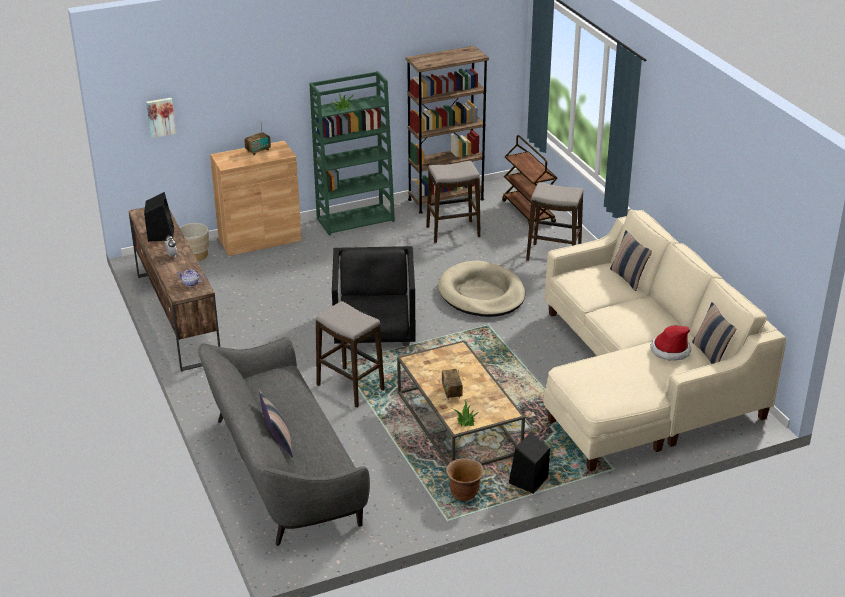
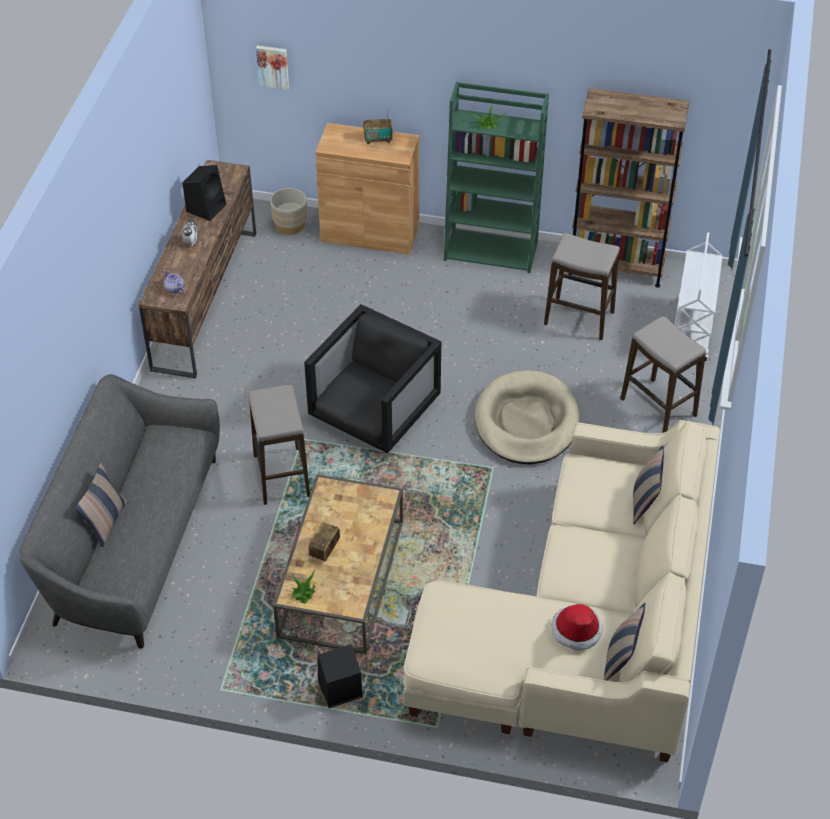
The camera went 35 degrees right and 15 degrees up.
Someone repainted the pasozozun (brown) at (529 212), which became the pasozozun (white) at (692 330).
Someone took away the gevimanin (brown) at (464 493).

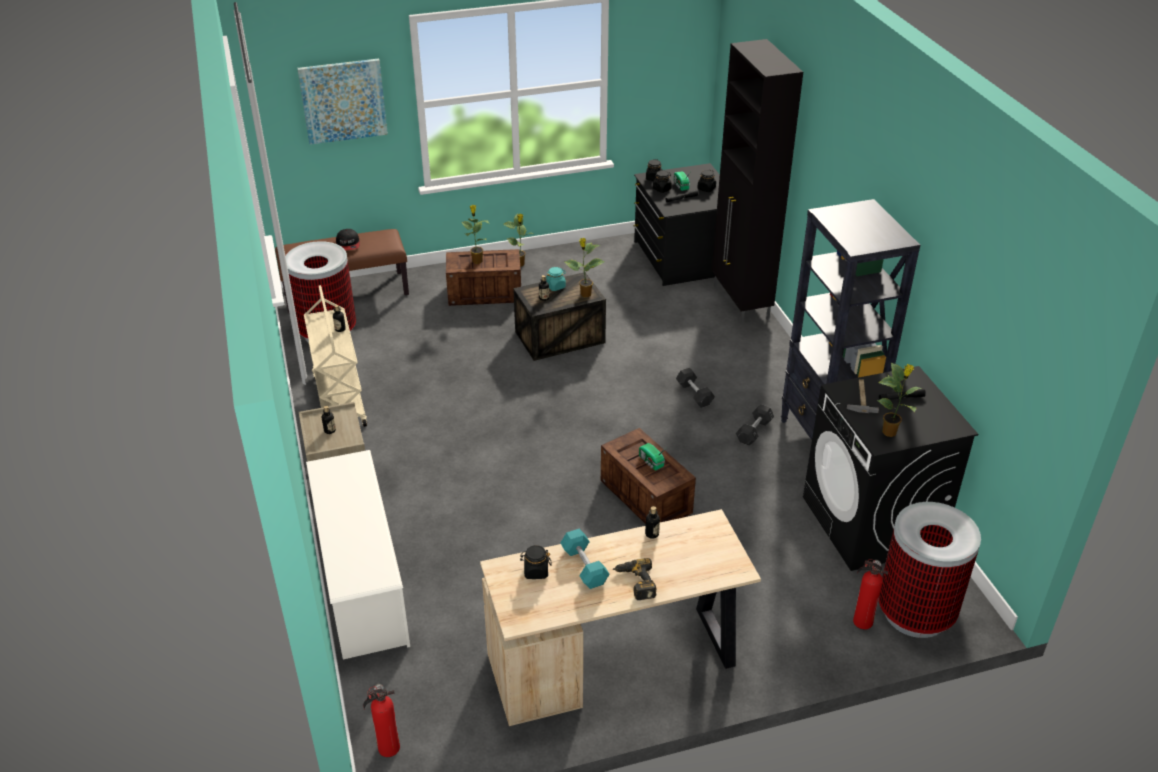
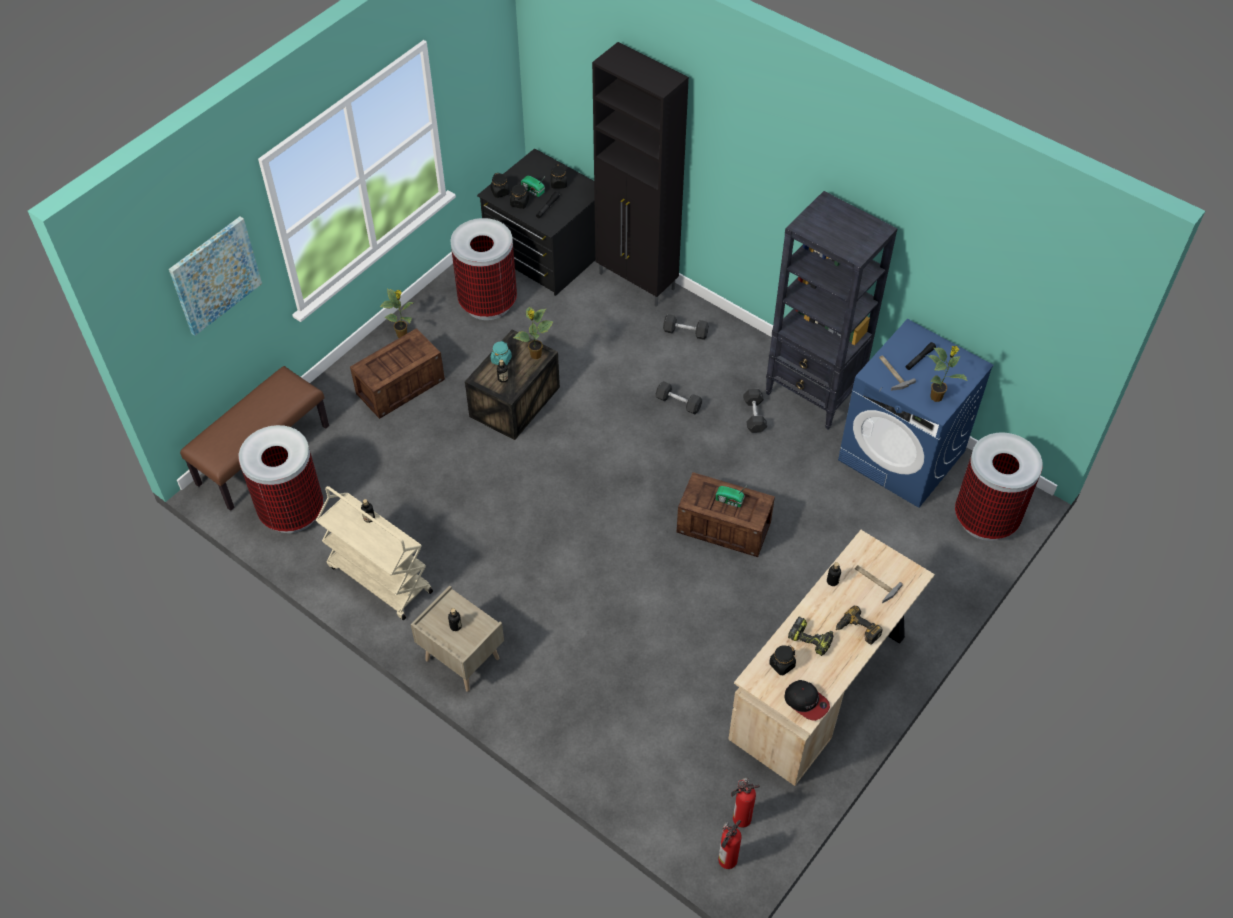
The camera went 35 degrees left and 15 degrees up.
Someone took away the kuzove at (477 261).
Someone carried the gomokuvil from (348 244) to (806 702).
Someone repainted the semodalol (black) at (872 523), which became the semodalol (blue) at (902 456).
Someone took away the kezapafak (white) at (362 583).
Someone swapped the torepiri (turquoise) at (584 566) for the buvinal at (811 639).
Someone carried the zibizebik from (861 621) to (740 818).
Someone put down the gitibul at (487 302).
Someone put down the torepiri (grey) at (685 332).
Someone put down the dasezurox at (874 582).

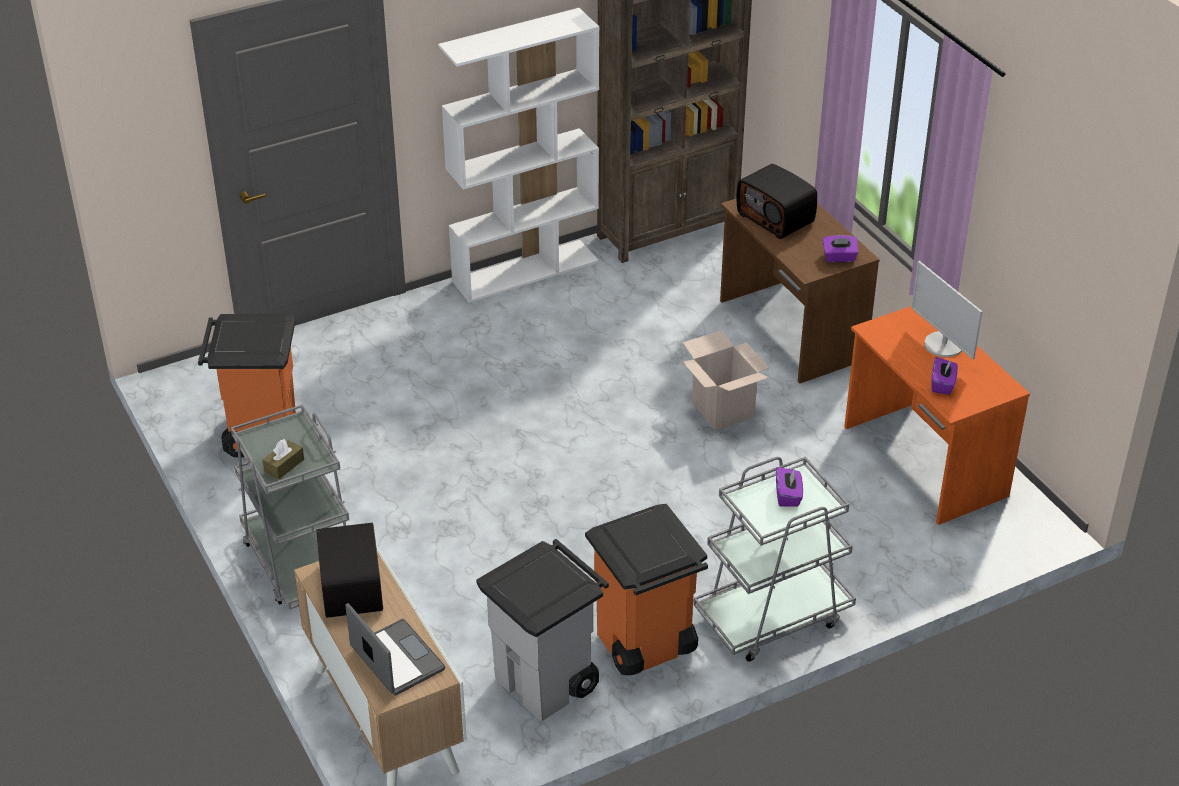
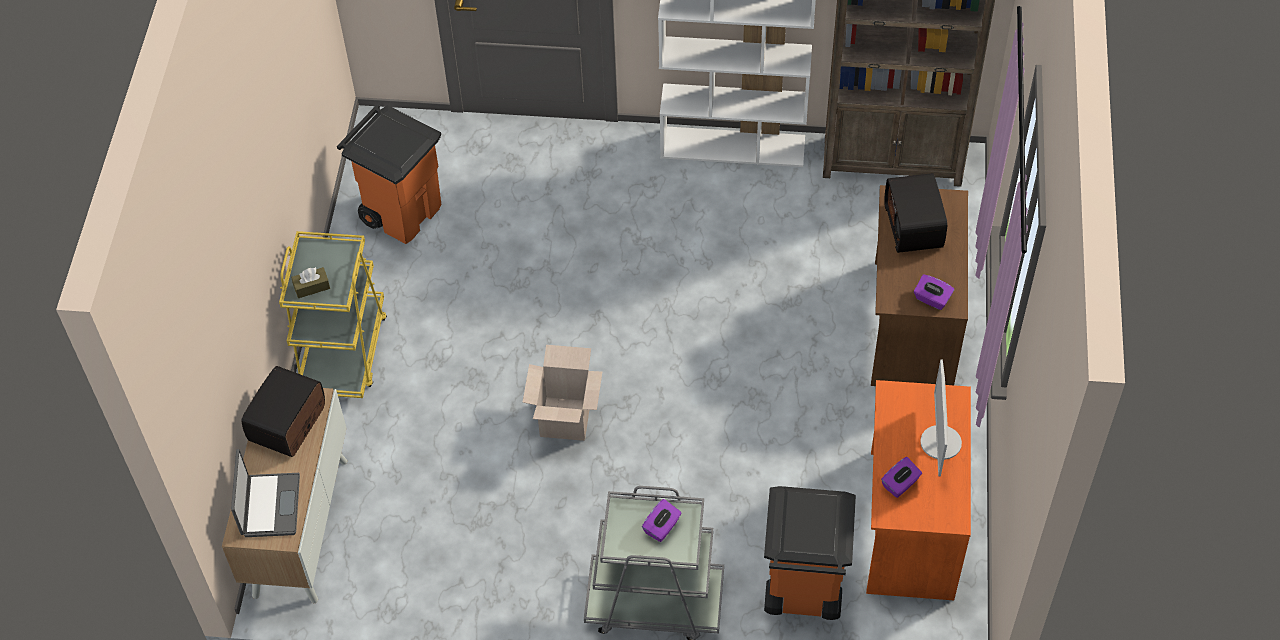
The camera went 35 degrees right and 15 degrees up.
Someone carried the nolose from (723 410) to (565 418).
Someone repainted the pasozozun (grey) at (300 563), which became the pasozozun (yellow) at (343 351).
Someone carried the gitibul (orange) from (644 646) to (802 590).
Someone took away the gitibul (grey) at (546 683).

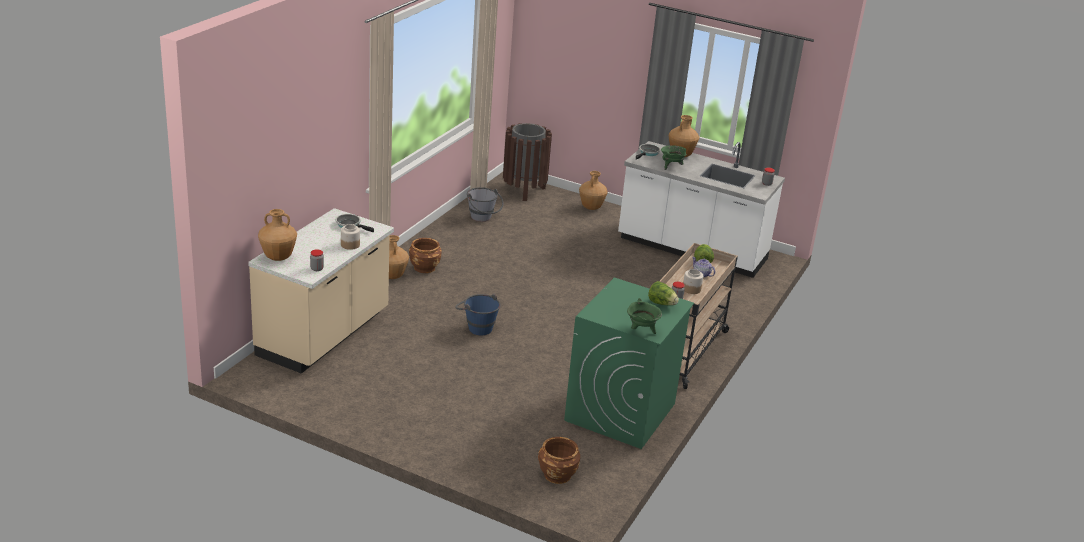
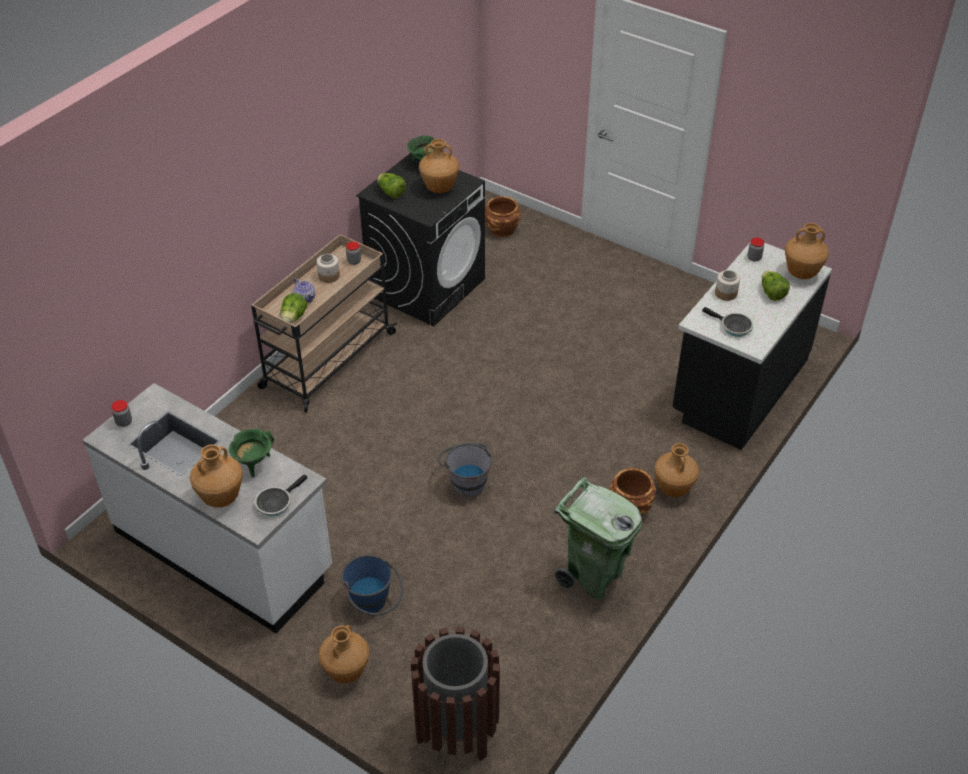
The camera went 170 degrees left and 15 degrees up.
Someone carried the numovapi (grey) from (483 219) to (465 481).
Someone repainted the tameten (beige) at (325 335), which became the tameten (black) at (738 387).
Someone repainted the semodalol (green) at (620 412), which became the semodalol (black) at (426 286).
Someone carried the numovapi (blue) from (476 326) to (373 605).
Someone put down the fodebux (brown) at (440 189).
Someone put down the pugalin at (771 293).
Someone put down the gitibul (green) at (593 576).

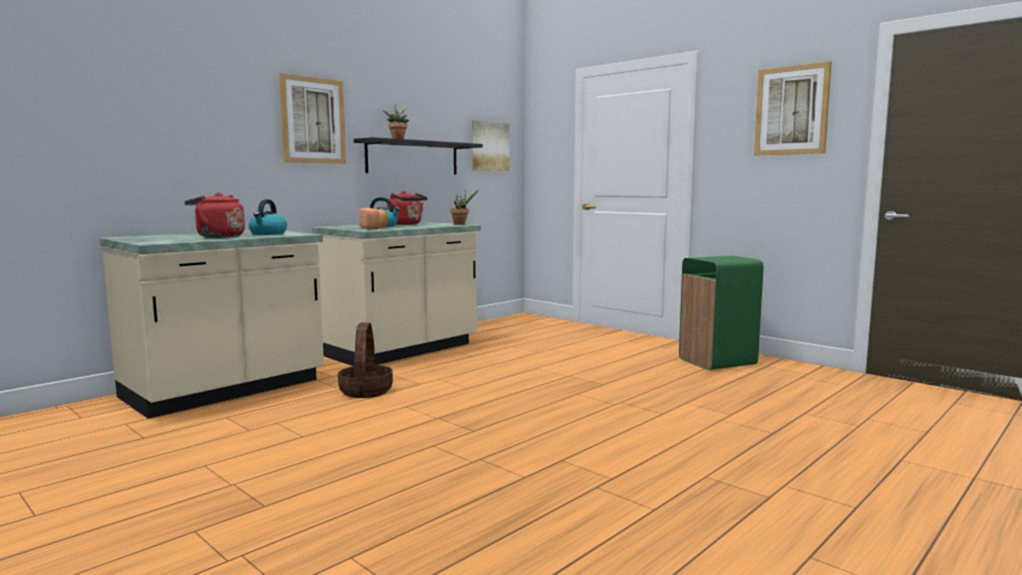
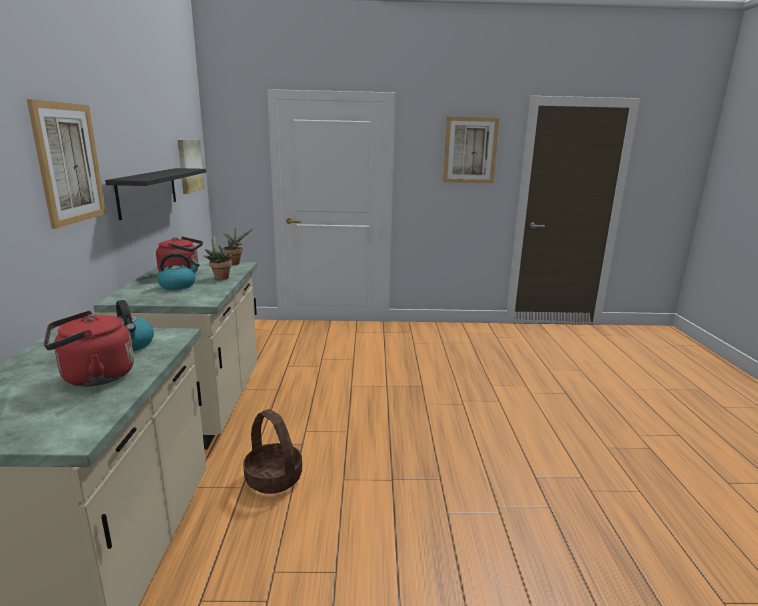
The camera went 45 degrees left and 10 degrees up.
Someone carried the kuzove from (398 139) to (220 277).
Someone took away the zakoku at (374 228).
Someone took away the gitibul (green) at (718 362).

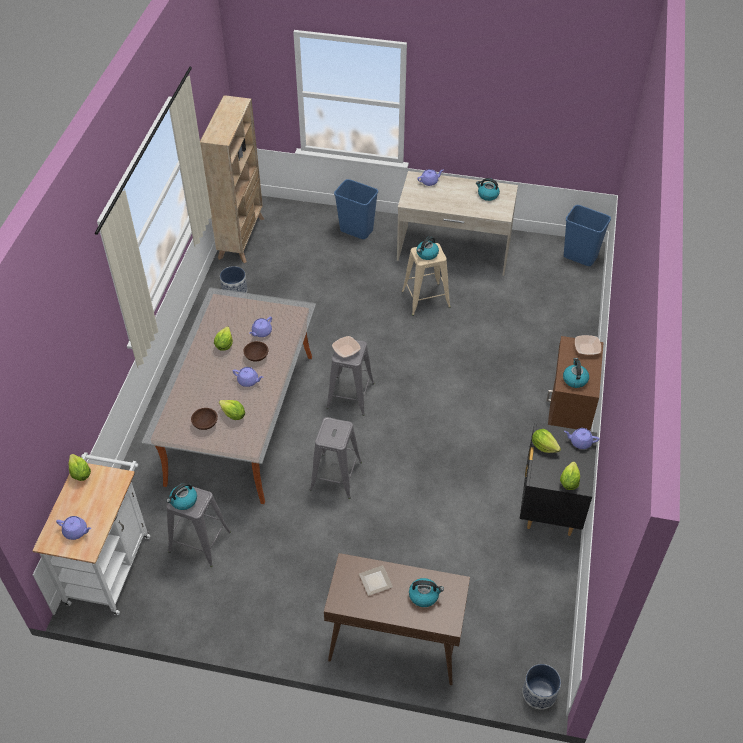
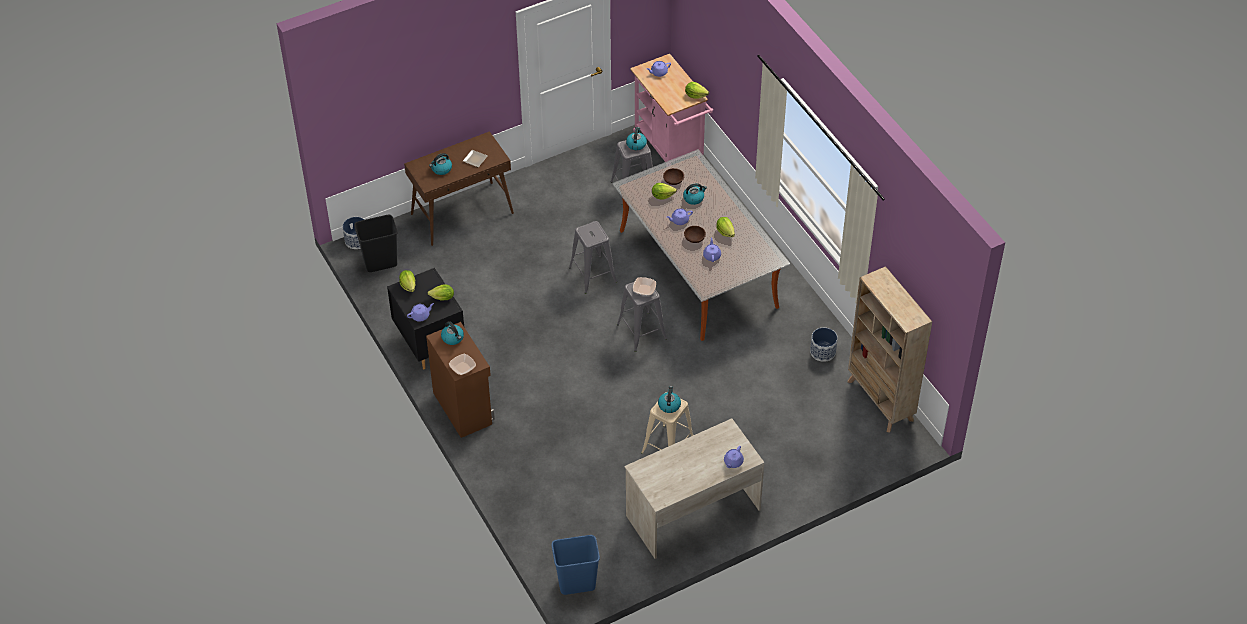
The camera went 140 degrees right and 0 degrees up.
Someone carried the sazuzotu from (487 195) to (694 198).
Someone took away the gitibul (blue) at (357 230).
Someone repainted the pasozozun (white) at (110 563), which became the pasozozun (pink) at (671 148).
Someone put down the gitibul (black) at (381 262).

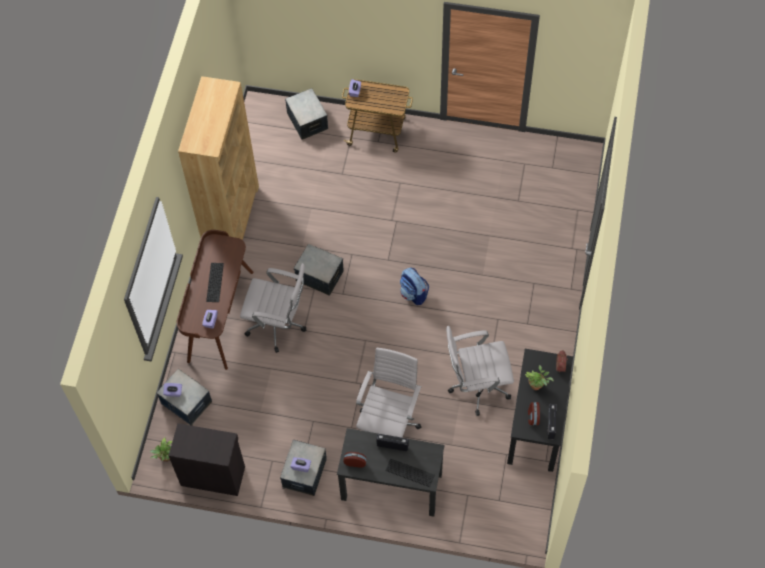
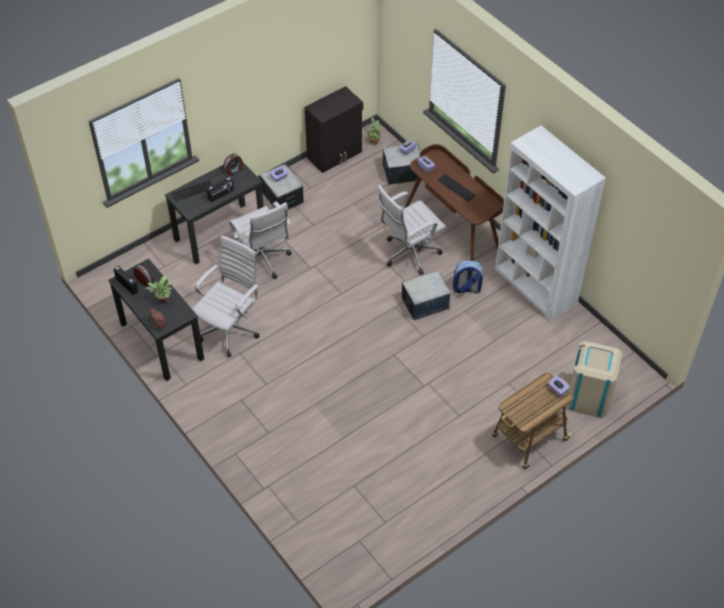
The camera went 130 degrees right and 10 degrees down.
Someone repainted the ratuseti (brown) at (231 217), which became the ratuseti (white) at (535 287).
Someone swapped the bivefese at (307 121) for the gitibul (beige) at (588 397).
Someone carried the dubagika from (414 294) to (466 289).

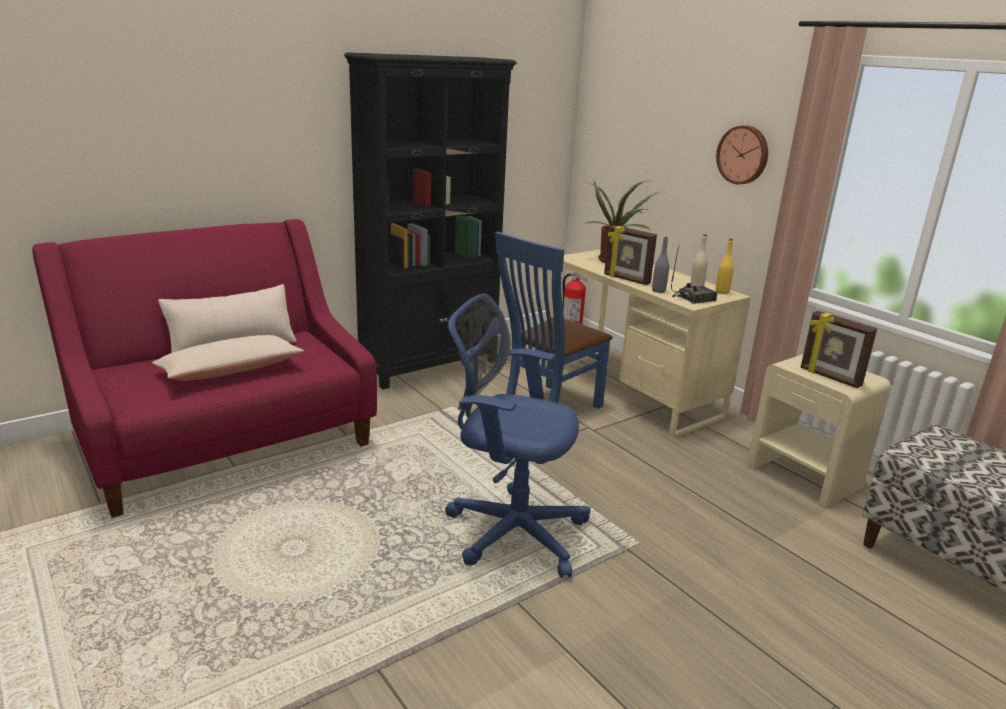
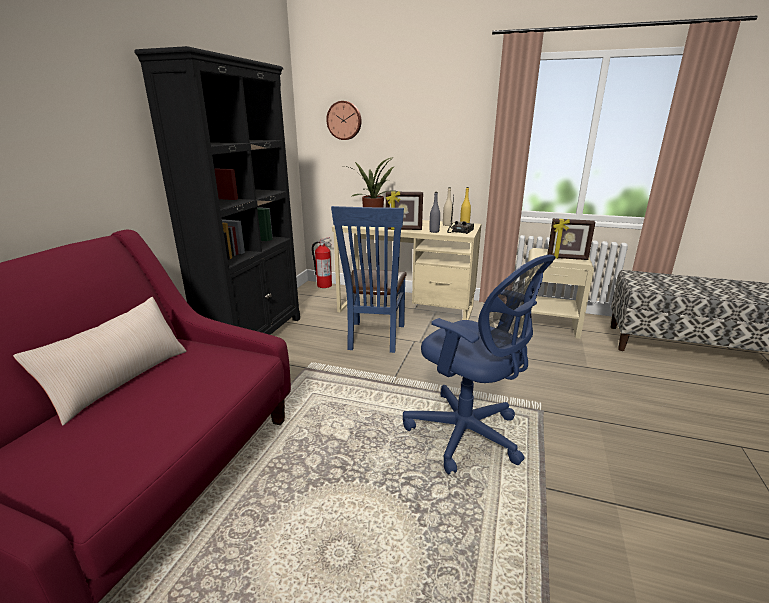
The camera went 35 degrees left and 0 degrees up.
Someone carried the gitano from (743 155) to (344 120).
Someone rotated the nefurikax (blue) at (510 530) by 120 degrees counterclockwise.
Someone took away the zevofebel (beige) at (230 371).

